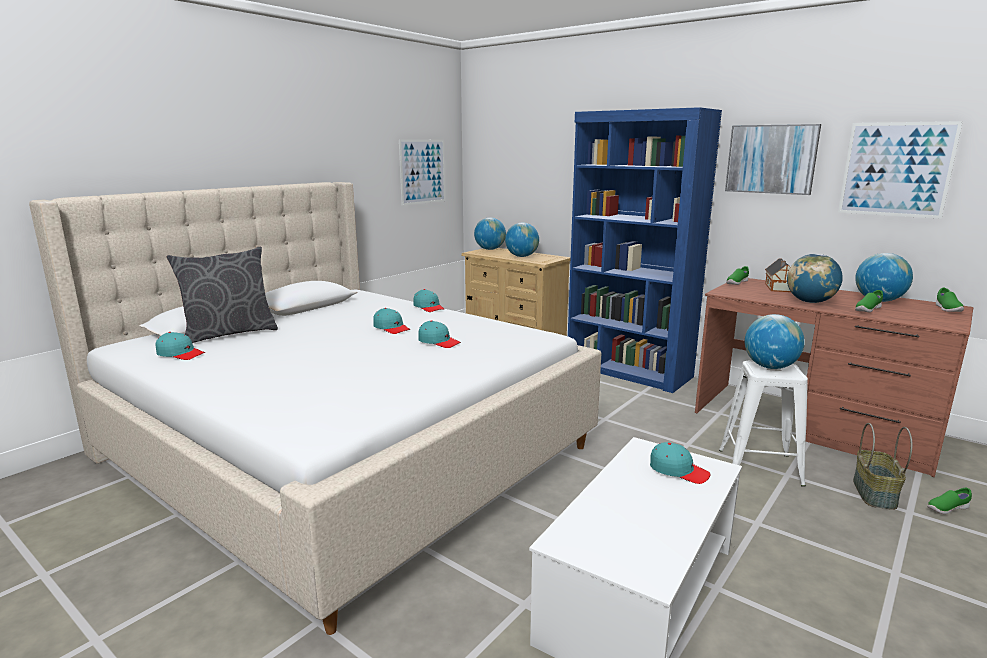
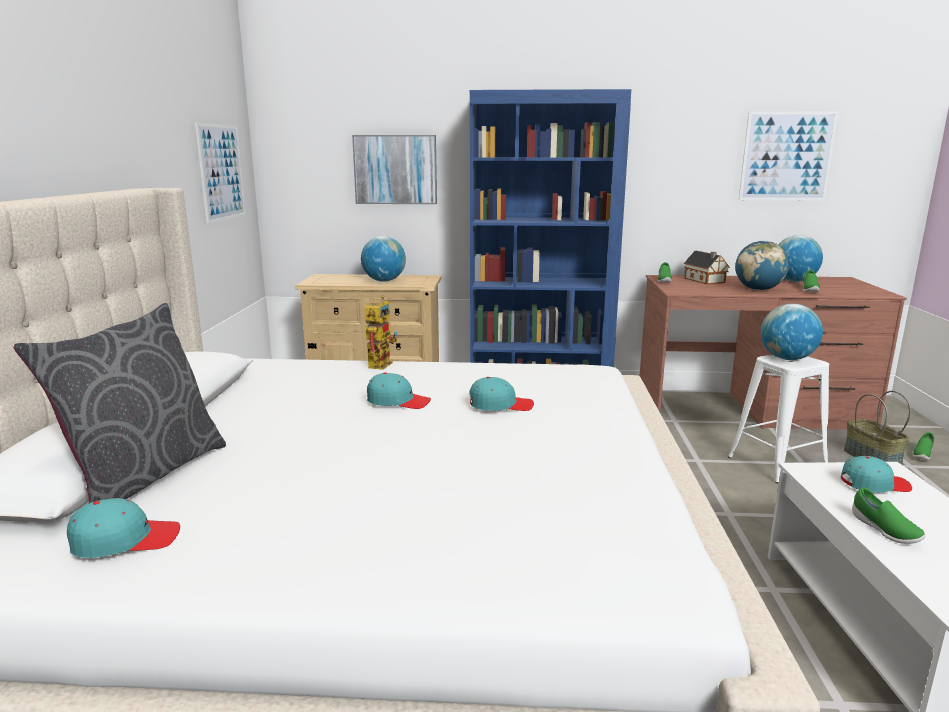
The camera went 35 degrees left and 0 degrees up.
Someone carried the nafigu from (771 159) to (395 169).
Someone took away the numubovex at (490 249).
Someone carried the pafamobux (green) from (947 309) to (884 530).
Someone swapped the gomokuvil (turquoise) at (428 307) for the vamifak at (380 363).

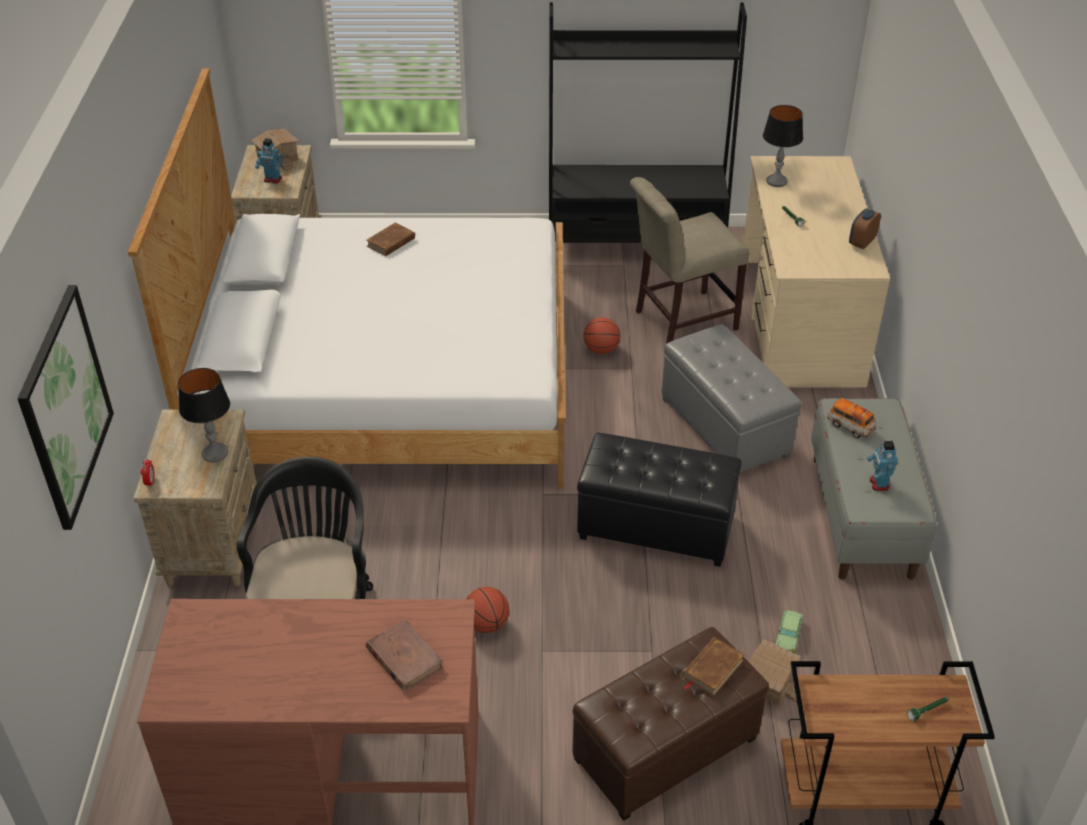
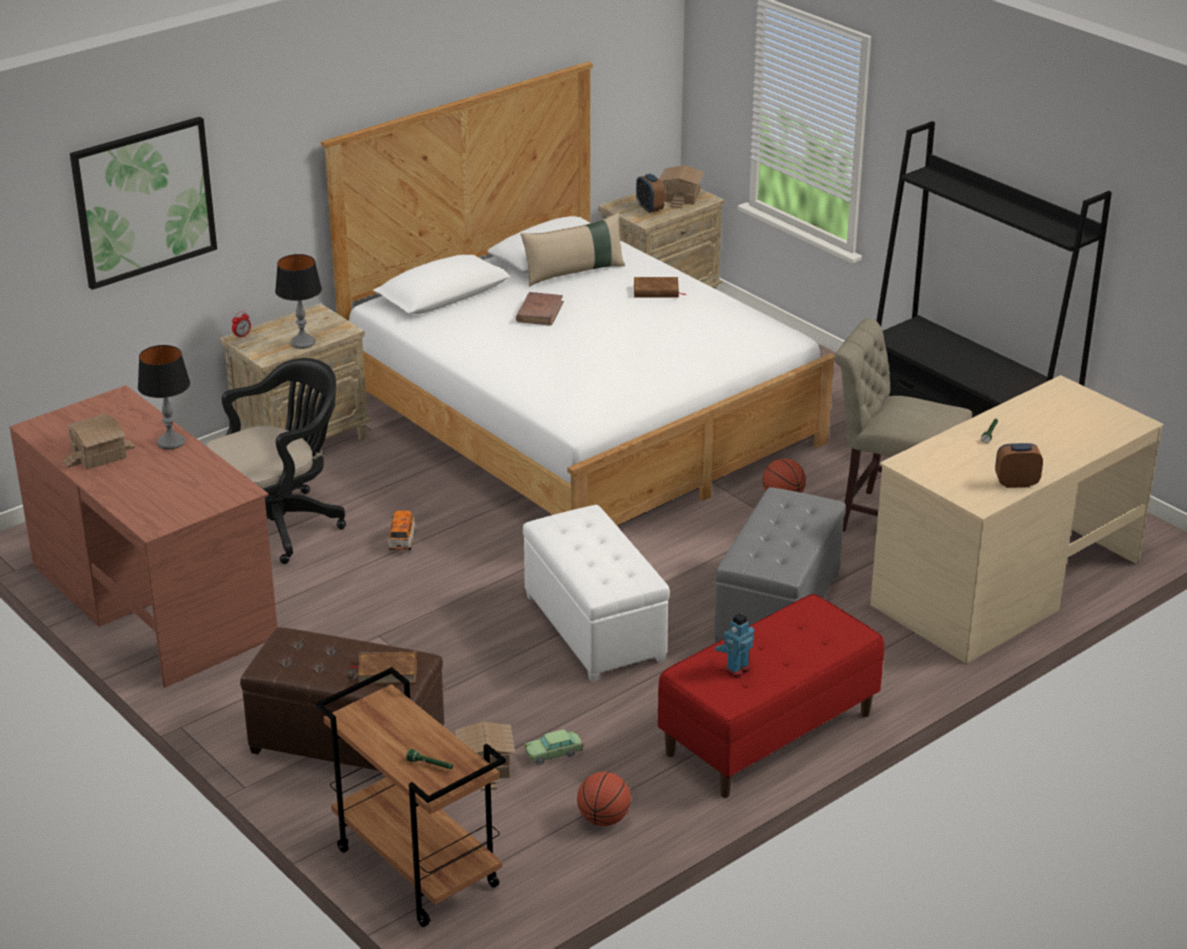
The camera went 50 degrees right and 10 degrees down.
Someone carried the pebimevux from (776 181) to (171 442).
Someone swapped the vamifak at (272 179) for the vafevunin at (649 208).
Someone repainted the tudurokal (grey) at (862 516), which became the tudurokal (red) at (769 734).
Someone carried the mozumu from (849 426) to (402 541).
Someone repainted the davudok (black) at (656 526), which became the davudok (white) at (595 627).
Someone carried the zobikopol from (487 624) to (604 819).
Someone carried the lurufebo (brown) from (404 658) to (540 312).
Someone put down the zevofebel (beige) at (574 272).
Someone put down the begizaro at (98 454).

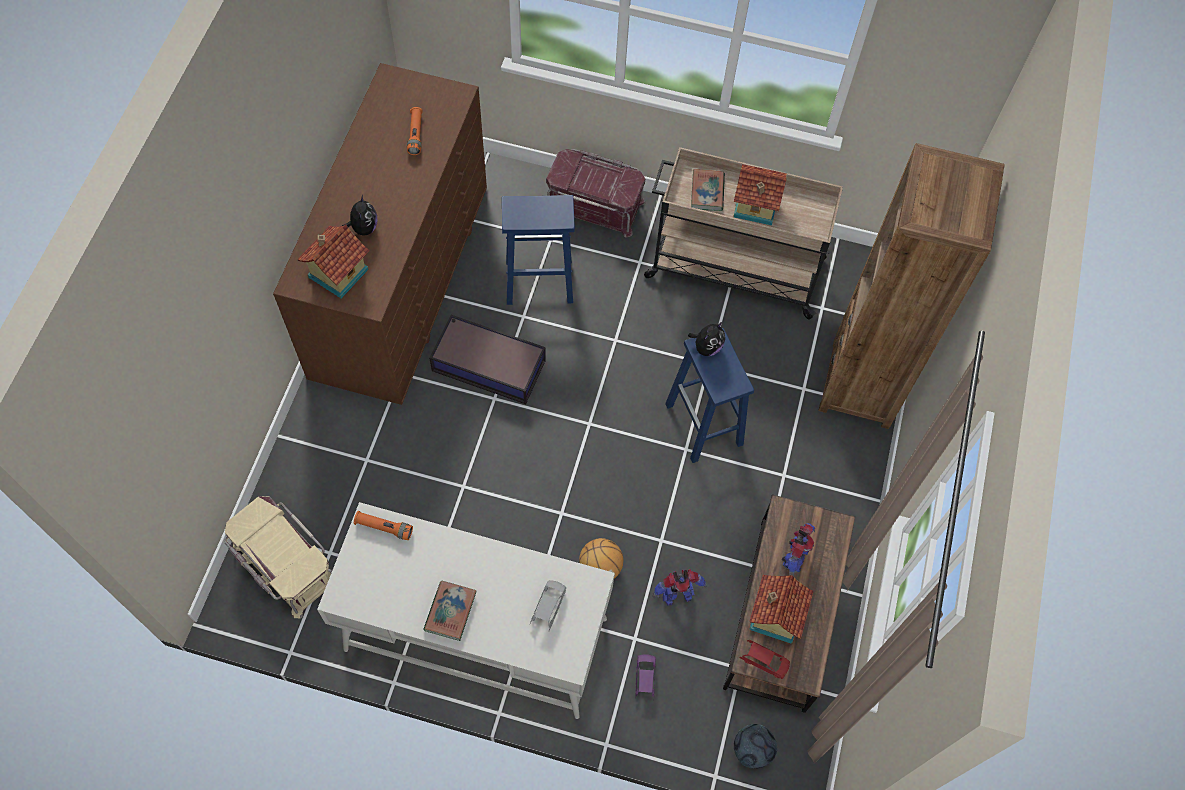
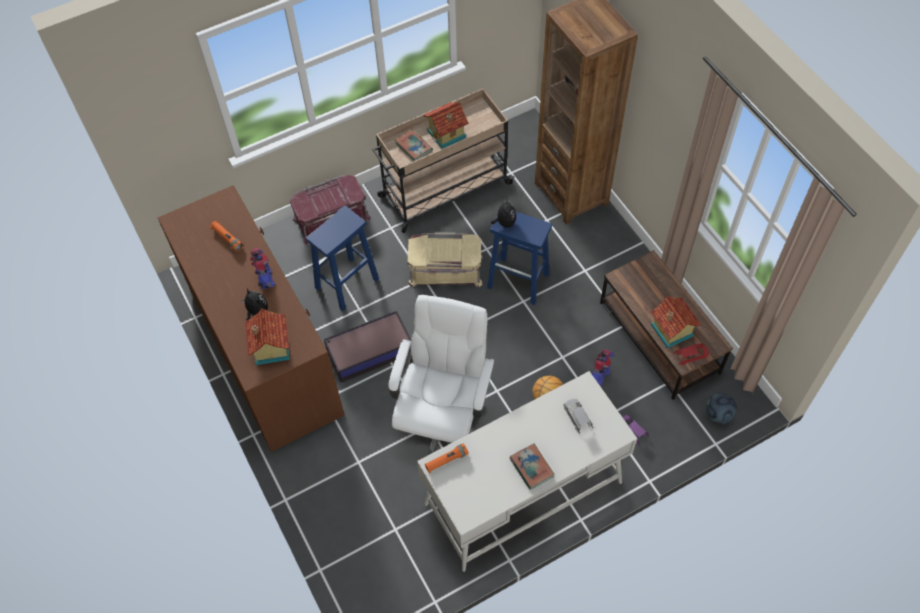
The camera went 40 degrees left and 5 degrees down.
Someone carried the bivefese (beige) from (284 564) to (445 271).
Someone carried the vamifak from (794 557) to (265 280).
Someone put down the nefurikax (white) at (443 418).

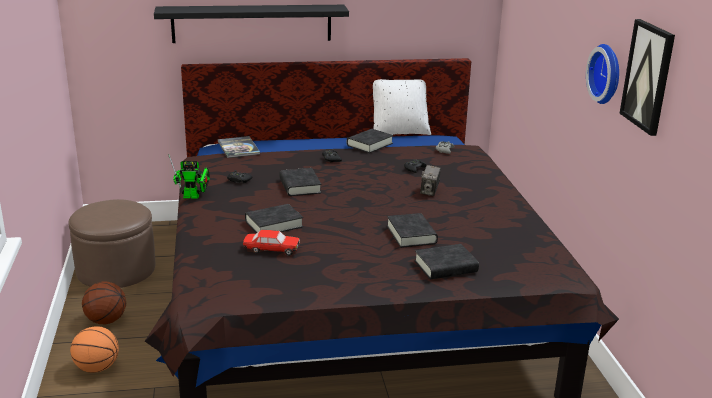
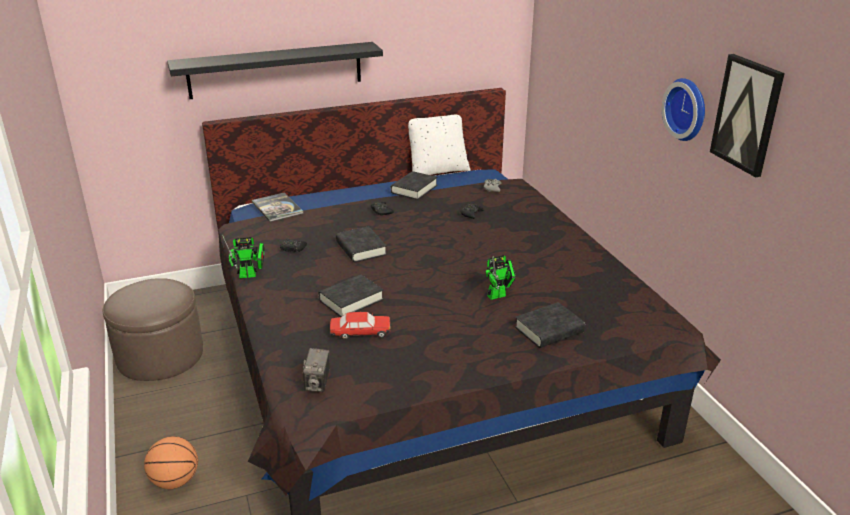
The camera went 10 degrees left and 5 degrees up.
Someone carried the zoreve from (429 192) to (318 384).
Someone swapped the lurufebo (black) at (411 235) for the vamifak at (499 295).
Someone took away the zobikopol at (105 320).

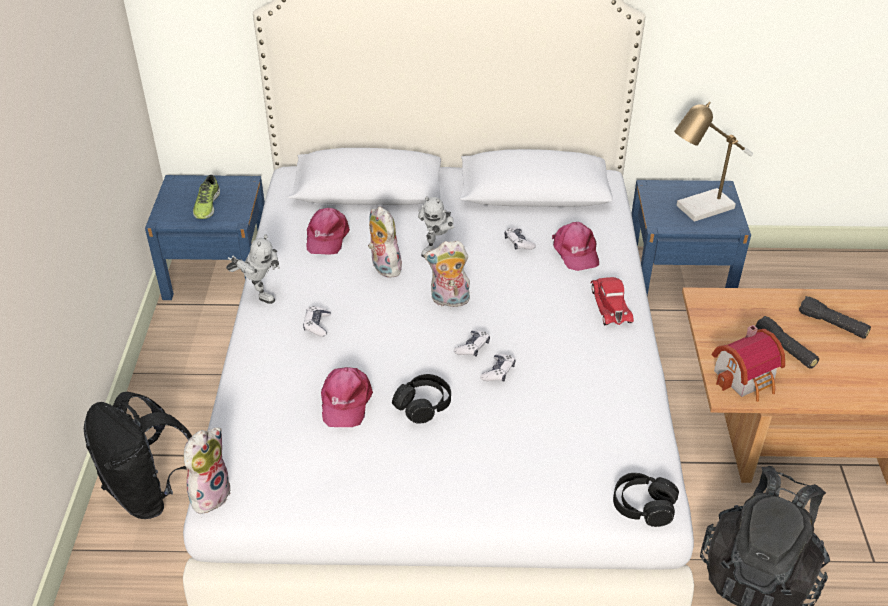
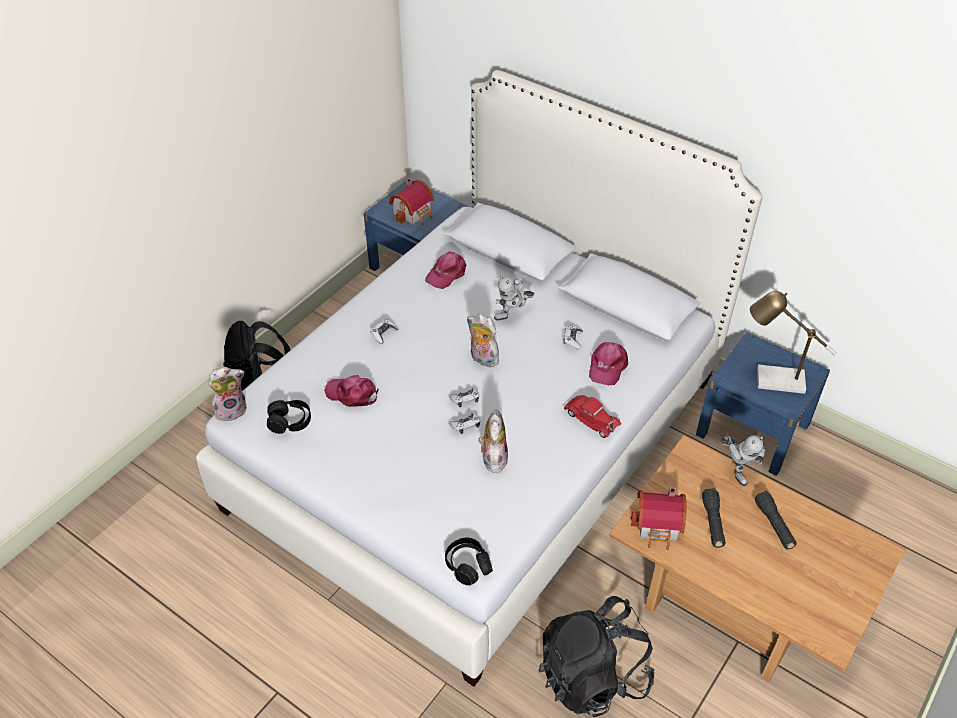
The camera went 35 degrees right and 5 degrees up.
Someone swapped the pafamobux at (206 205) for the begizaro at (414 213).
Someone carried the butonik from (383 267) to (493 458).
Someone carried the vamifak from (258 293) to (736 470).
Someone rotated the mozumu (red) at (610 304) by 75 degrees counterclockwise.
Someone rotated the gomokuvil (pink) at (345 401) by 75 degrees clockwise.
Someone carried the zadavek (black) from (423 405) to (290 421).

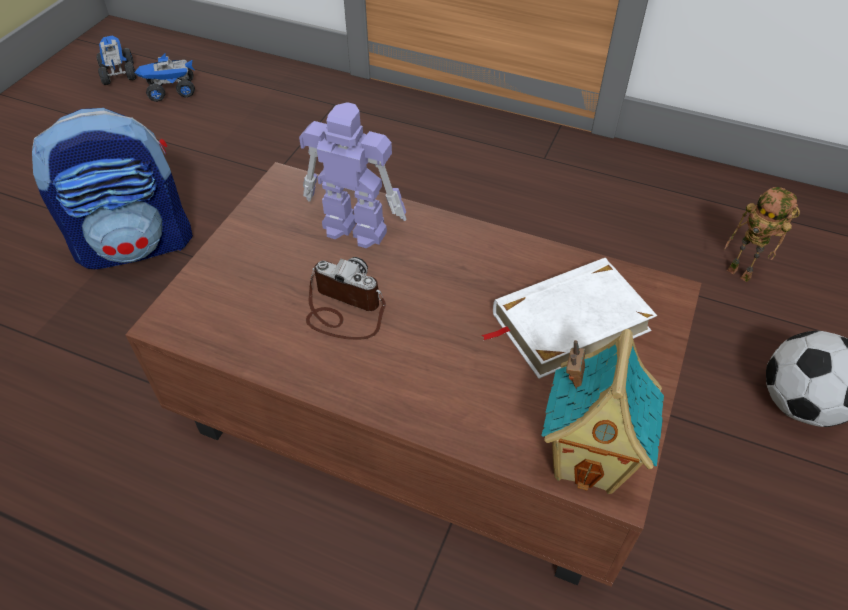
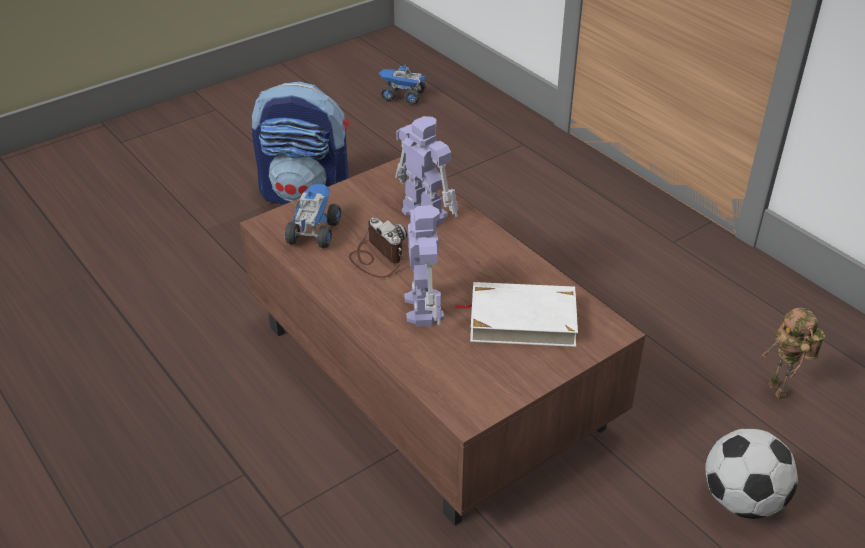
The camera went 30 degrees right and 10 degrees down.
Someone carried the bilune from (118 73) to (313 232).
Someone took away the begizaro at (588 460).
Someone put down the vamifak at (423 306).

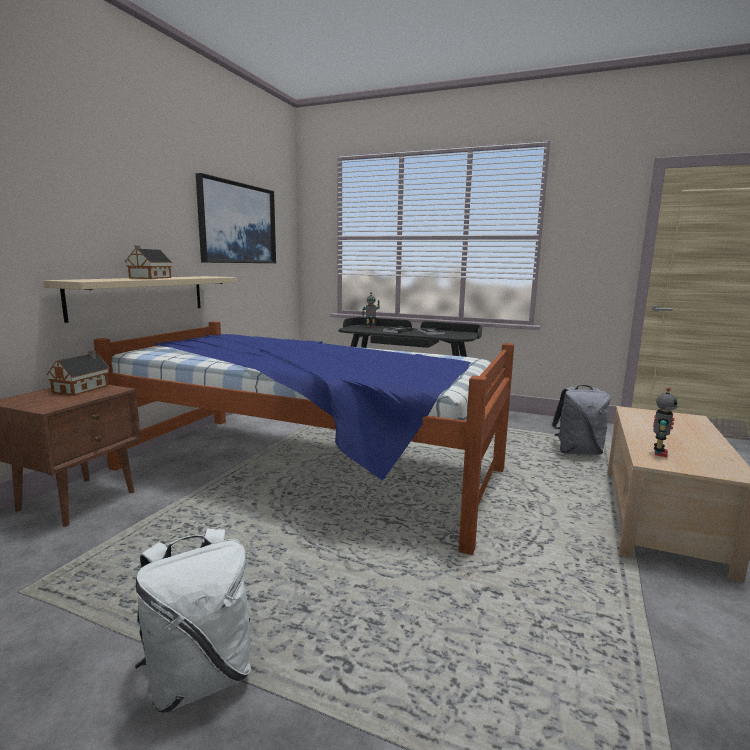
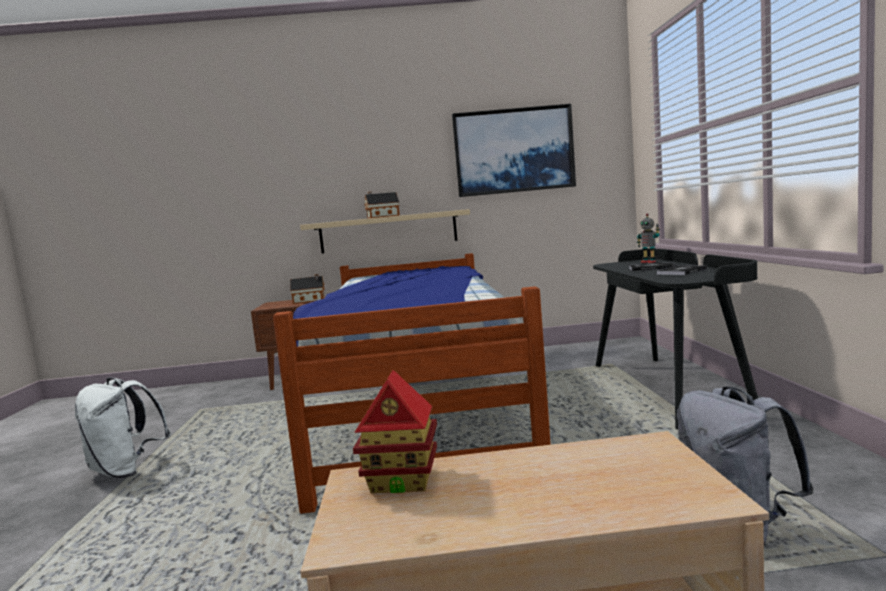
The camera went 65 degrees right and 5 degrees down.
Someone swapped the vamifak at (658 453) for the begizaro at (402 480).

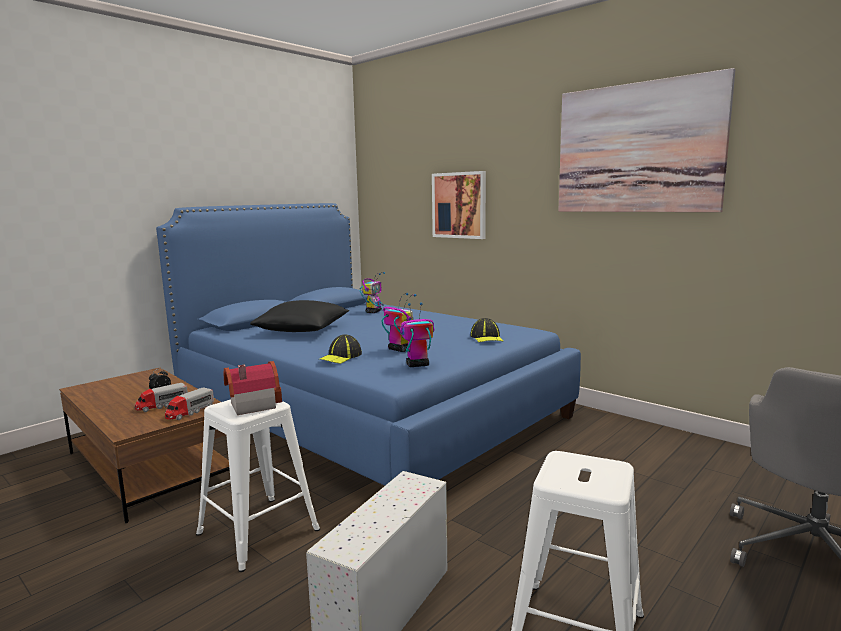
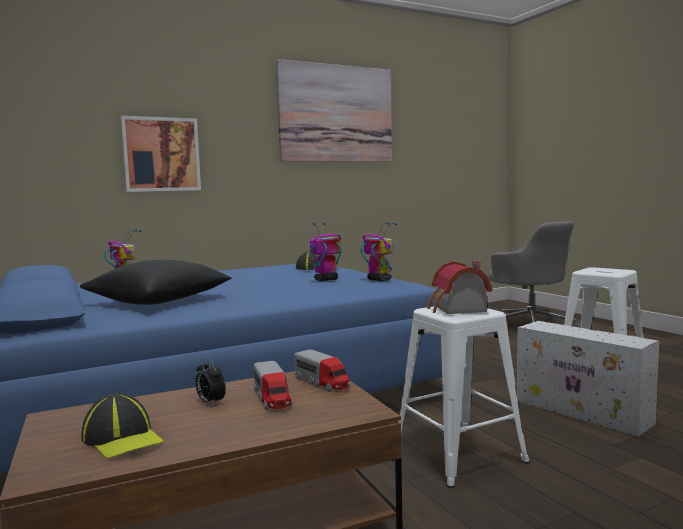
The camera went 70 degrees left and 5 degrees down.
Someone rotated the vamifak at (417 365) by 135 degrees clockwise.
Someone carried the gomokuvil from (340 357) to (123 438).

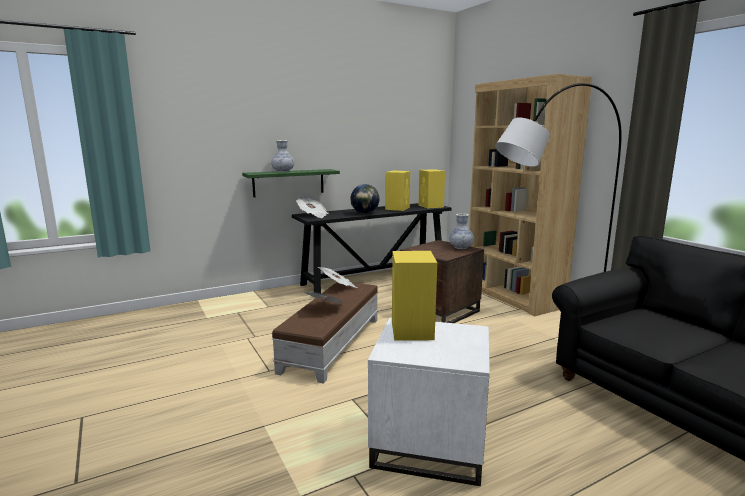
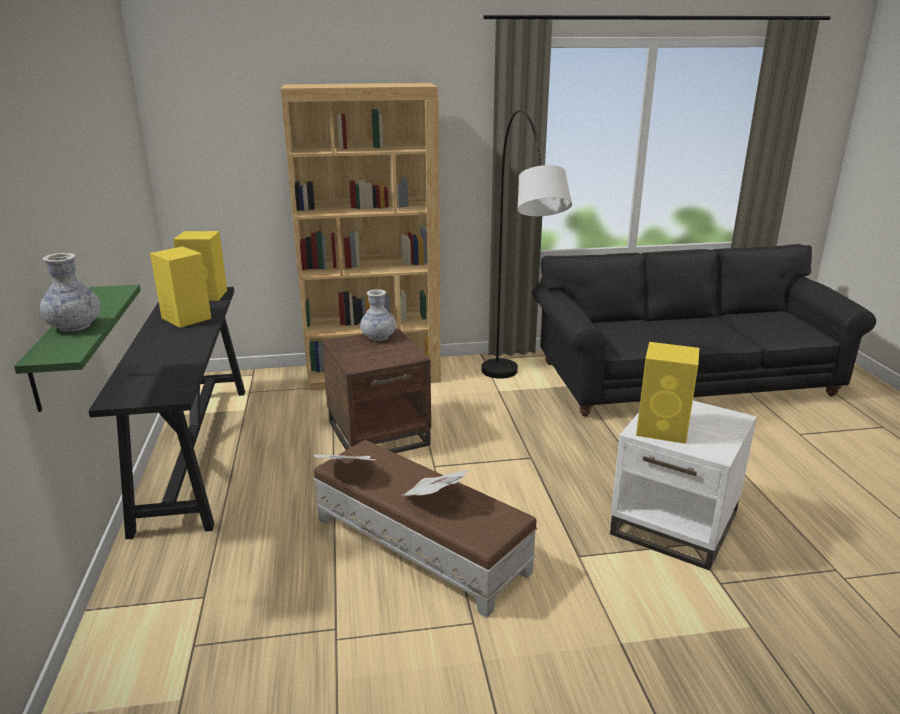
The camera went 70 degrees left and 10 degrees up.
Someone took away the numubovex at (365 213).
Someone took away the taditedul at (312 215).

